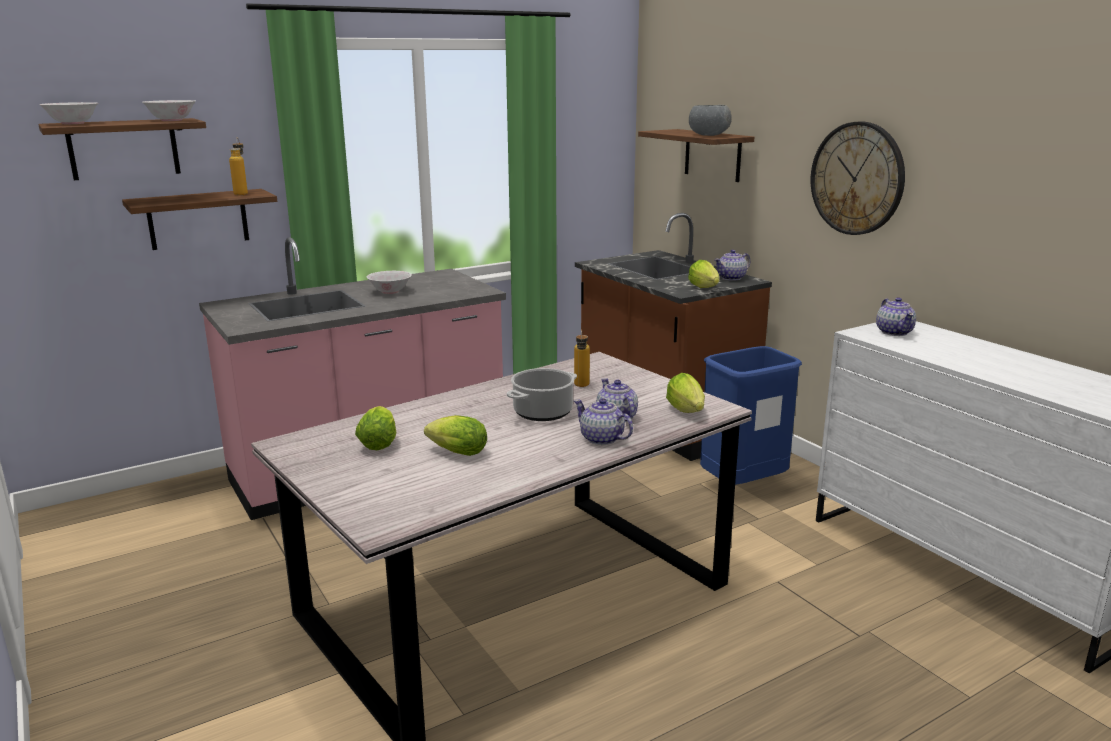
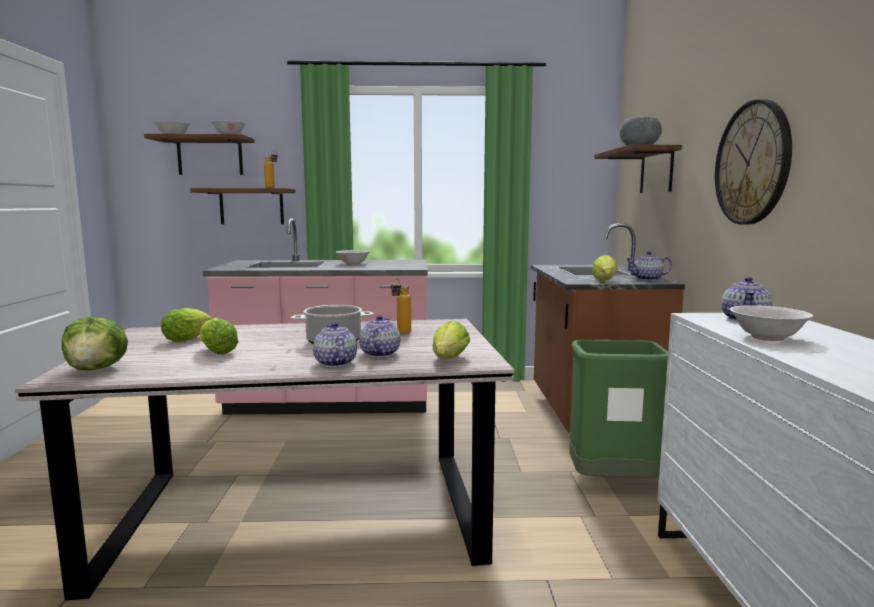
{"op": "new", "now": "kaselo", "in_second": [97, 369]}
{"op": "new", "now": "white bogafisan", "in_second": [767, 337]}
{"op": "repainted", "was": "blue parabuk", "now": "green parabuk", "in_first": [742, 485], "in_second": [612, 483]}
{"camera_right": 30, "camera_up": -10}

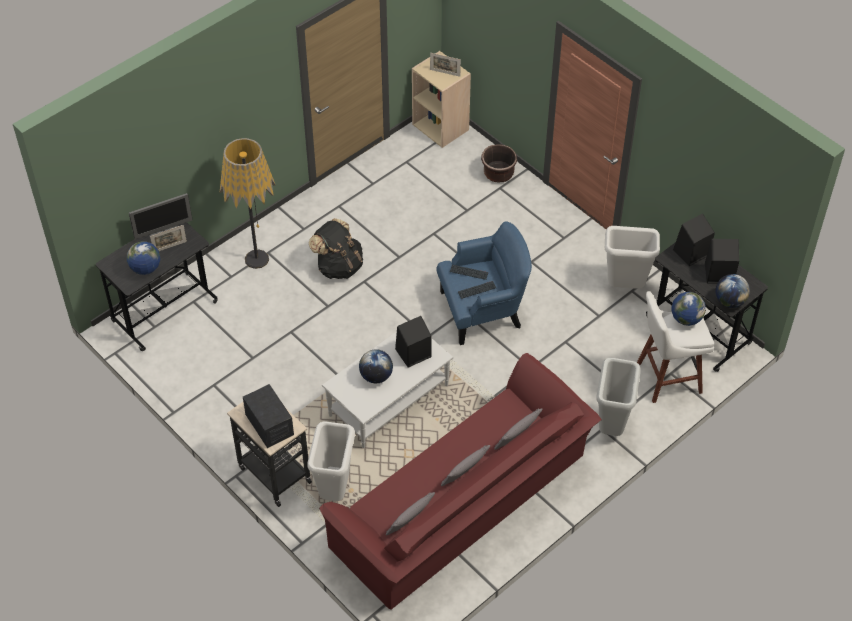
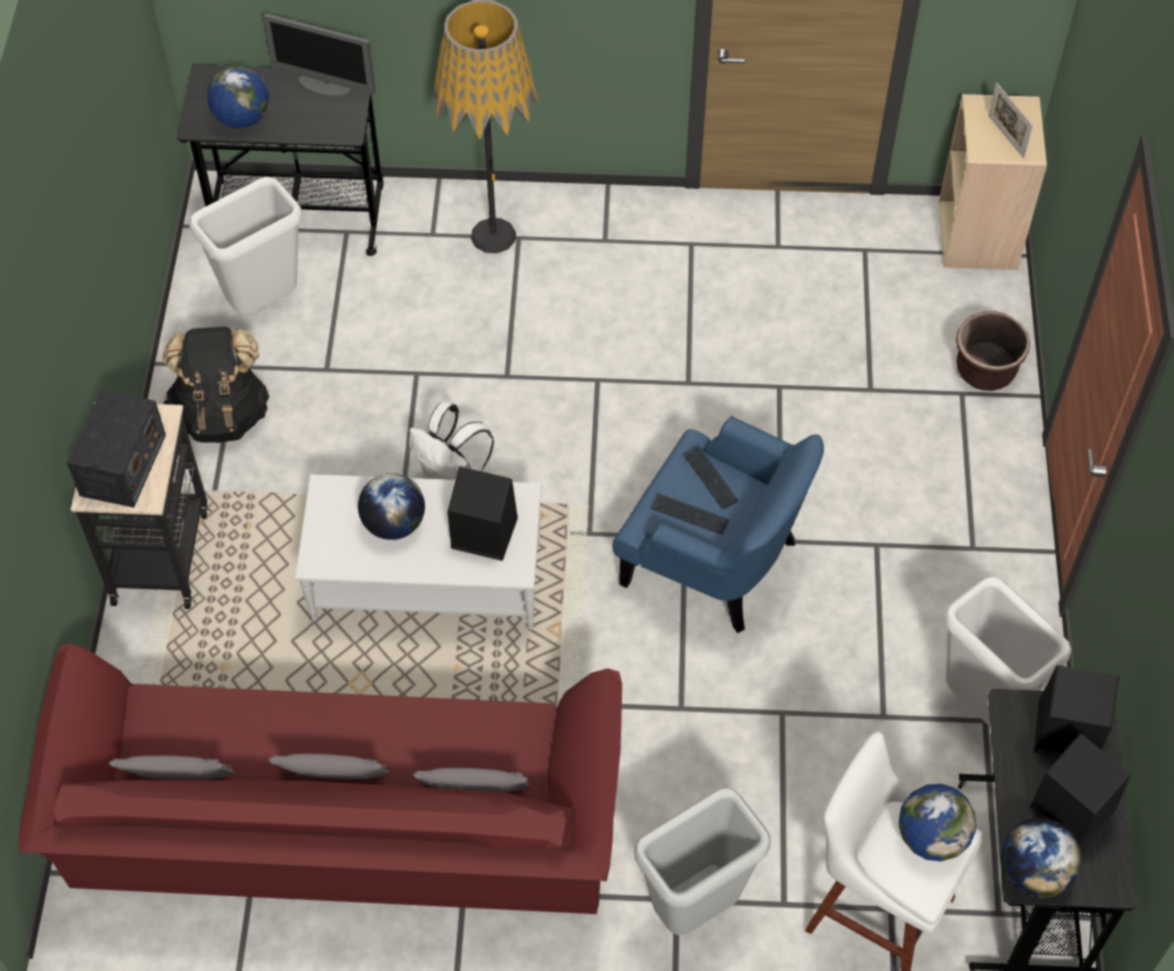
{"op": "gone", "was": "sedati", "in_first": [170, 247]}
{"op": "new", "now": "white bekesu", "in_second": [452, 478]}
{"op": "shifted", "was": "white parabuk", "in_first": [334, 490], "in_second": [264, 302]}
{"op": "shifted", "was": "black bekesu", "in_first": [339, 266], "in_second": [222, 414]}
{"camera_right": 45, "camera_up": 5}

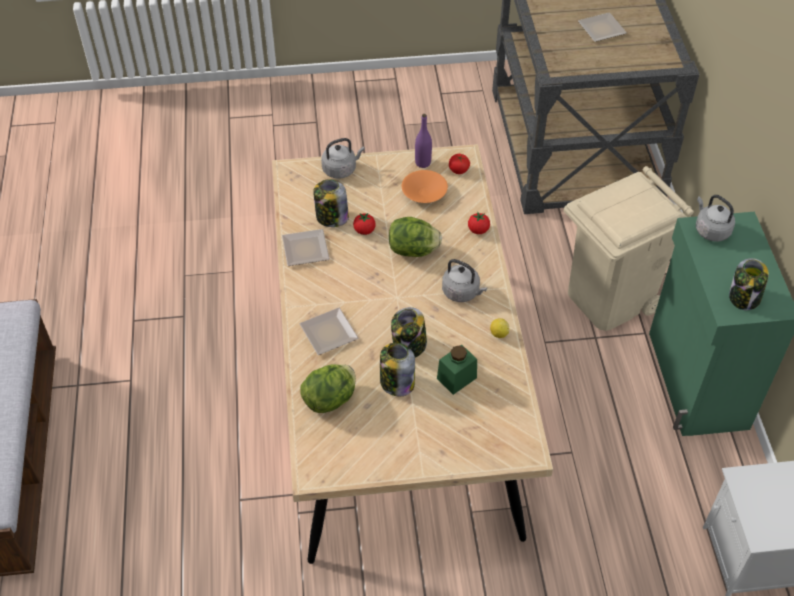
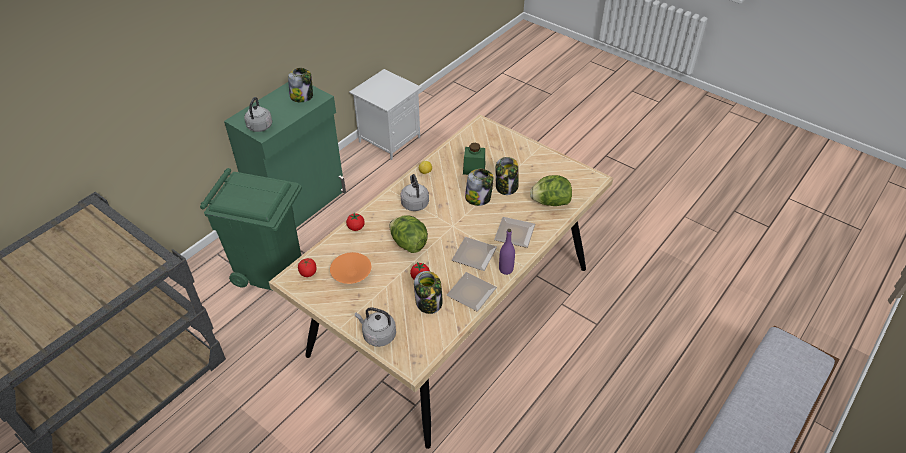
{"op": "shifted", "was": "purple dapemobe", "in_first": [423, 163], "in_second": [506, 269]}
{"op": "shifted", "was": "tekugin", "in_first": [601, 30], "in_second": [476, 255]}
{"op": "repainted", "was": "beige parabuk", "now": "green parabuk", "in_first": [609, 299], "in_second": [270, 268]}
{"camera_right": -135, "camera_up": -5}

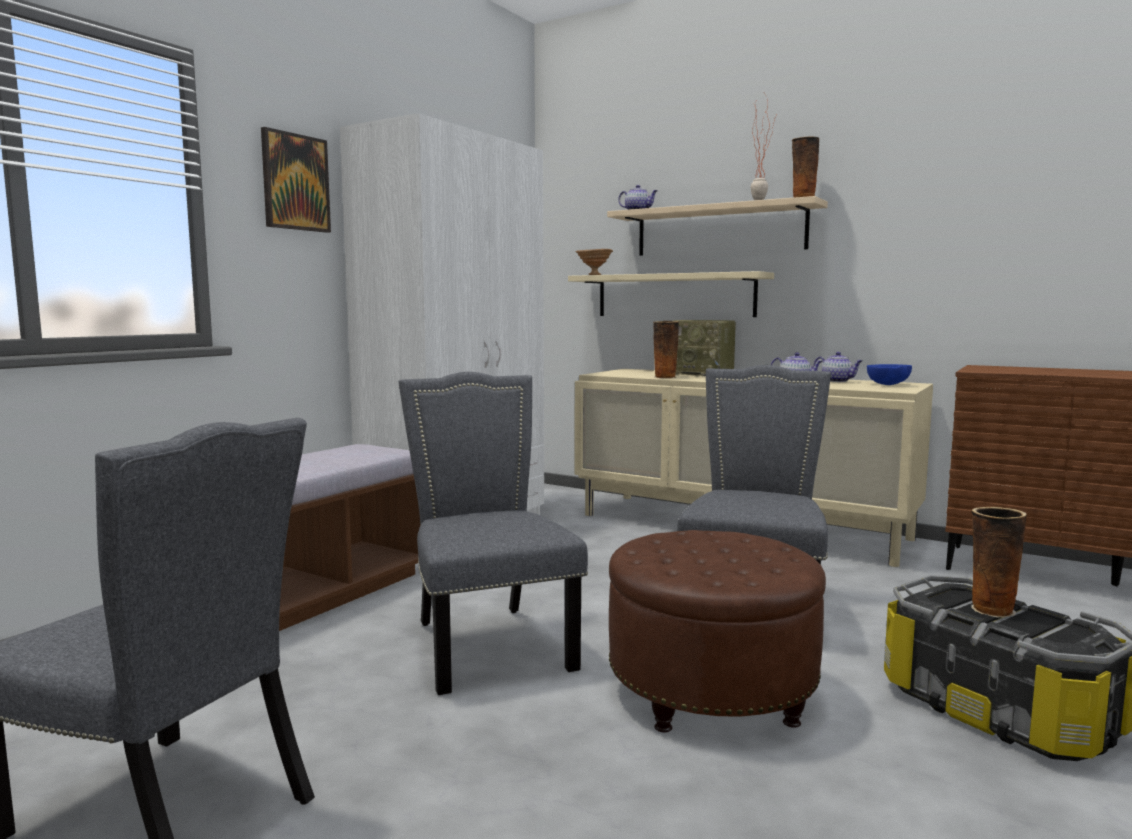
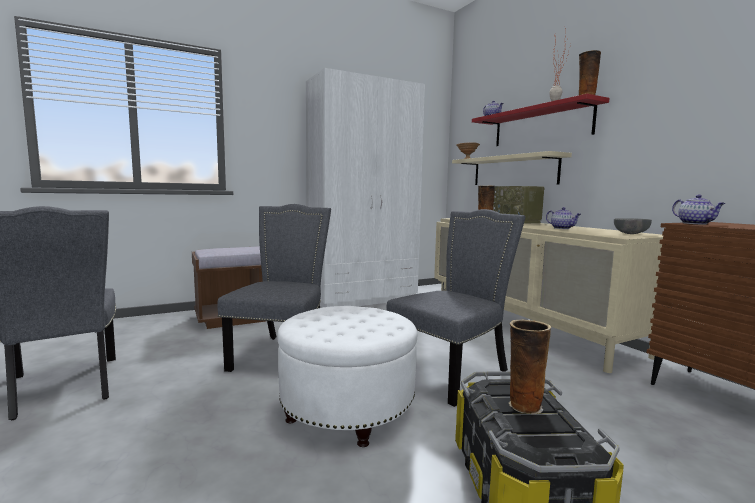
{"op": "gone", "was": "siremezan", "in_first": [295, 182]}
{"op": "shifted", "was": "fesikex", "in_first": [837, 381], "in_second": [696, 223]}
{"op": "repainted", "was": "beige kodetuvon", "now": "red kodetuvon", "in_first": [719, 230], "in_second": [540, 126]}
{"op": "repainted", "was": "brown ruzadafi", "now": "white ruzadafi", "in_first": [711, 692], "in_second": [347, 411]}
{"op": "repainted", "was": "blue bogafisan", "now": "grey bogafisan", "in_first": [888, 385], "in_second": [630, 234]}
{"camera_right": 30, "camera_up": 0}

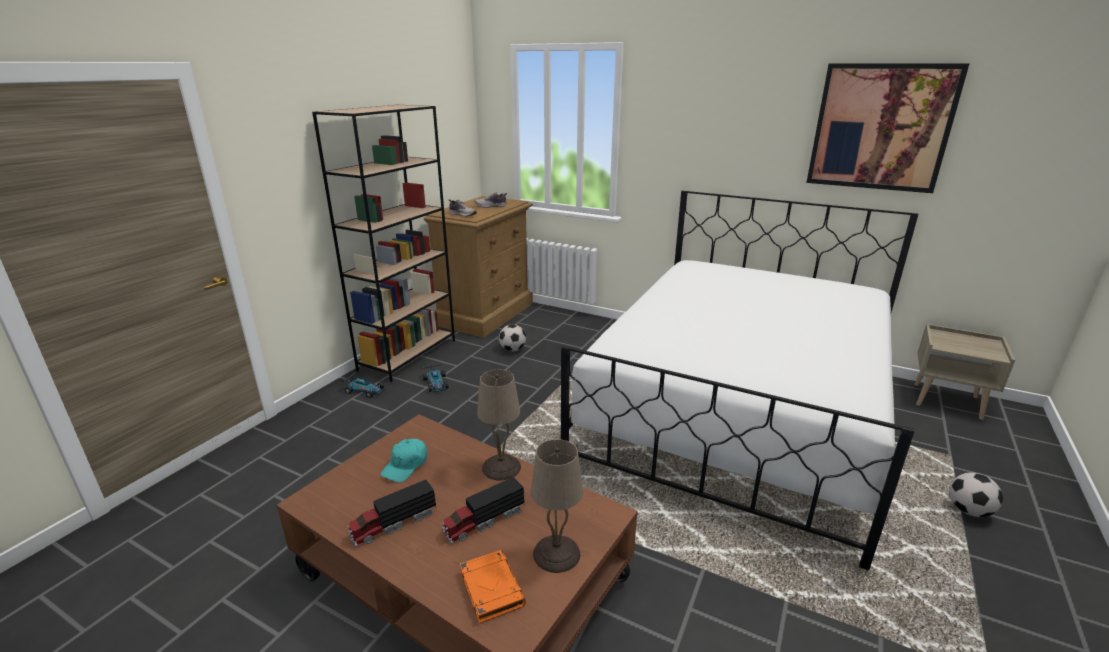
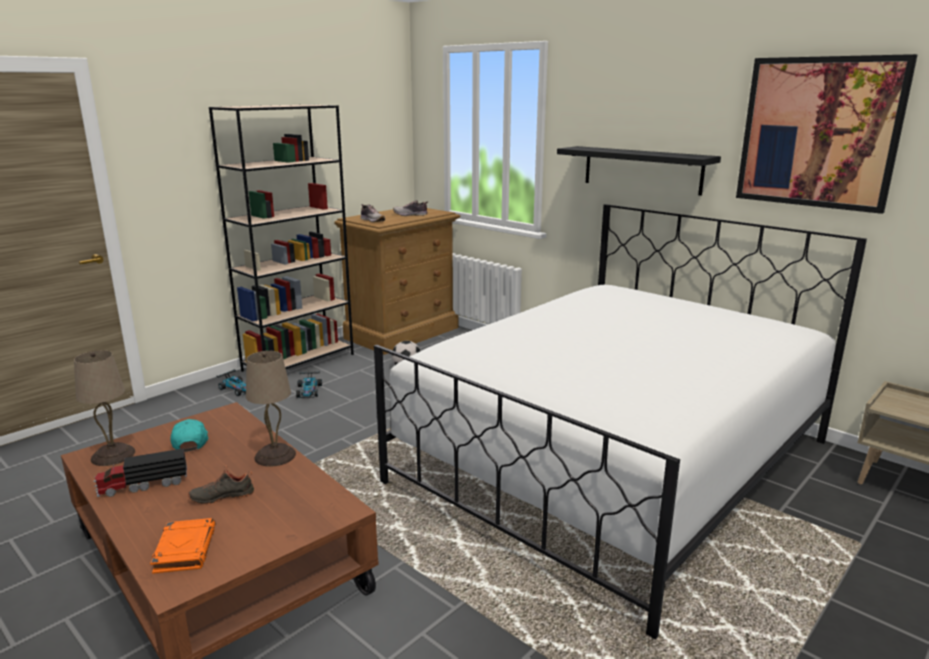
{"op": "gone", "was": "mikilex", "in_first": [969, 511]}
{"op": "new", "now": "black kodetuvon", "in_second": [642, 169]}
{"op": "shifted", "was": "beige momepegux", "in_first": [556, 554], "in_second": [112, 455]}
{"op": "swapped", "was": "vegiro", "now": "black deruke", "in_first": [483, 521], "in_second": [222, 496]}
{"op": "rotated", "was": "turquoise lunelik", "in_first": [406, 466], "in_second": [190, 441], "clockwise": 120}
{"camera_right": 15, "camera_up": -5}

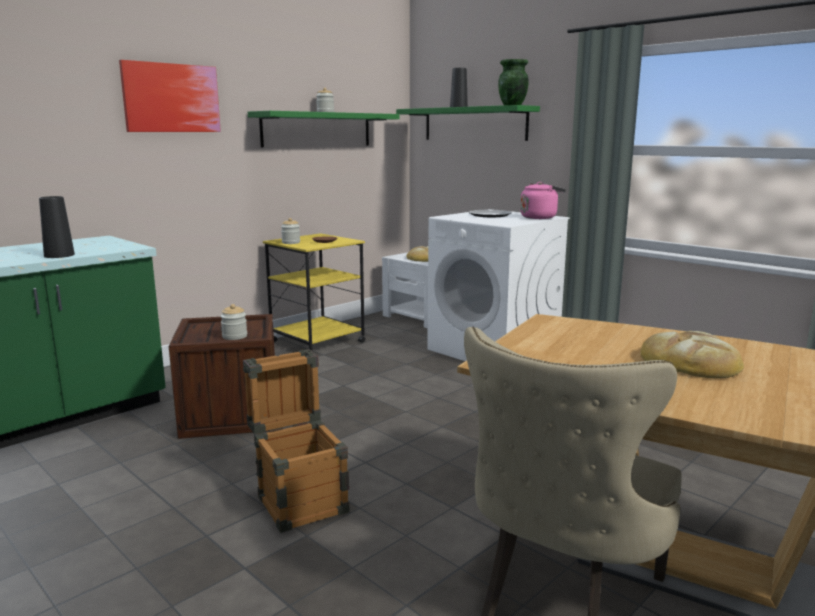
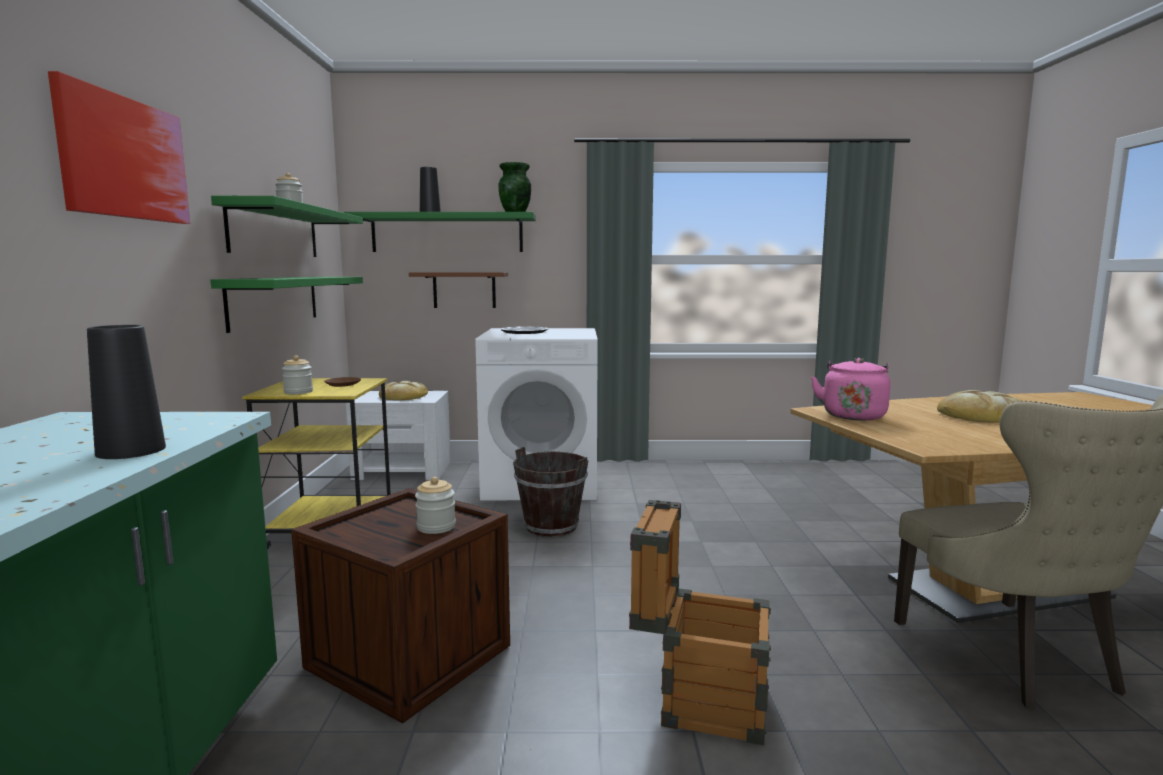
{"op": "new", "now": "green kodetuvon", "in_second": [275, 300]}
{"op": "new", "now": "brown kodetuvon", "in_second": [464, 290]}
{"op": "new", "now": "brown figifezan", "in_second": [551, 526]}
{"op": "shifted", "was": "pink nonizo", "in_first": [540, 217], "in_second": [853, 415]}
{"camera_right": -45, "camera_up": -5}

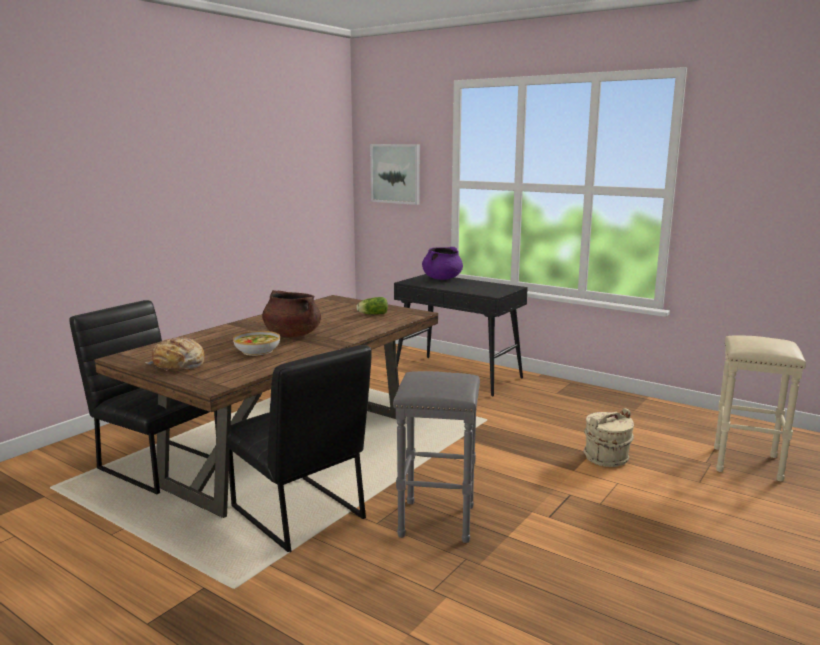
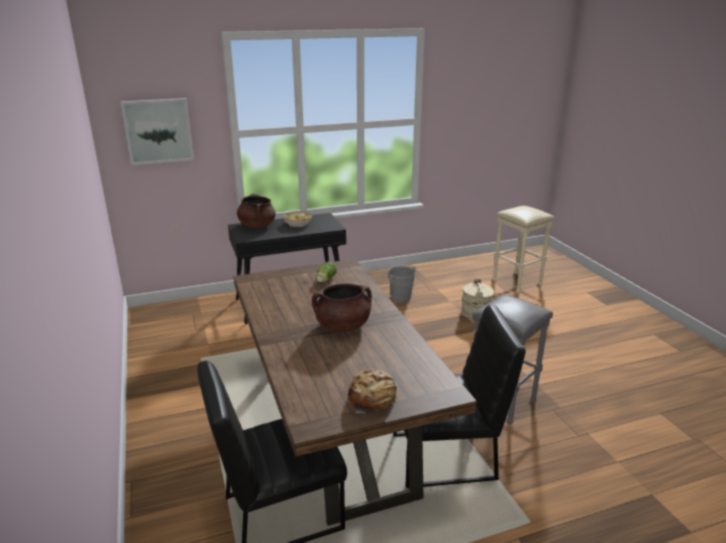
{"op": "new", "now": "grey figifezan", "in_second": [402, 299]}
{"op": "shifted", "was": "bogafisan", "in_first": [257, 351], "in_second": [297, 224]}
{"op": "repainted", "was": "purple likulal", "now": "brown likulal", "in_first": [442, 278], "in_second": [257, 225]}
{"camera_right": -55, "camera_up": 10}

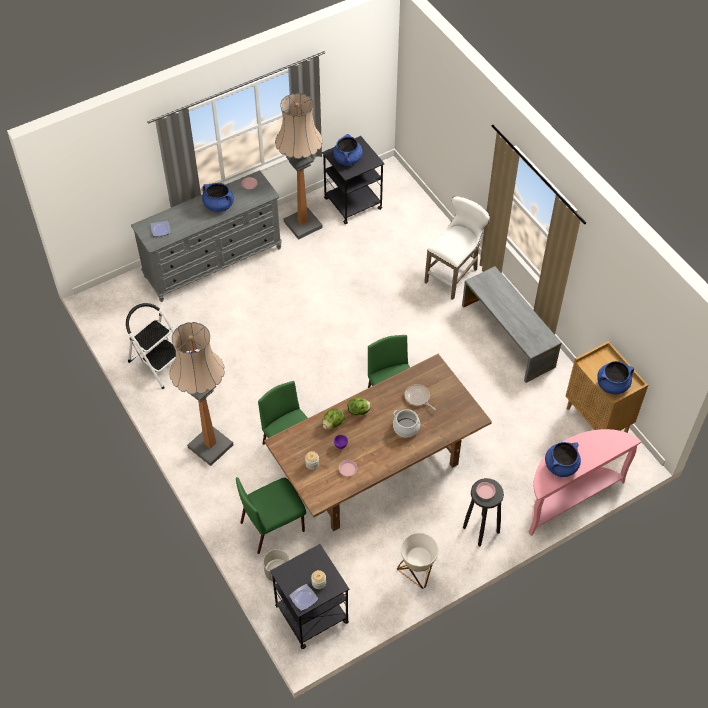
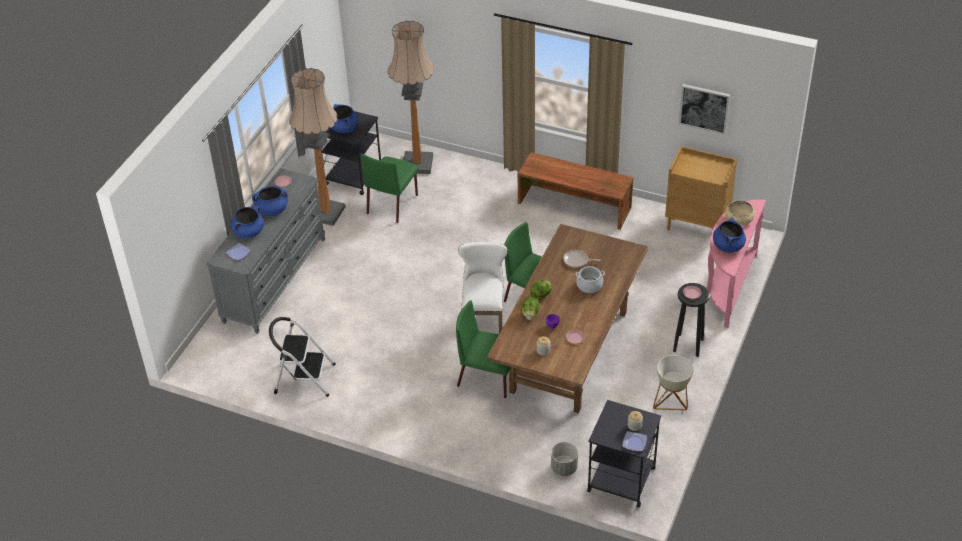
{"op": "new", "now": "siremezan", "in_second": [704, 108]}
{"op": "new", "now": "beige bogafisan", "in_second": [739, 219]}
{"op": "shifted", "was": "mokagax", "in_first": [210, 446], "in_second": [417, 164]}
{"op": "shifted", "was": "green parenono", "in_first": [273, 526], "in_second": [392, 203]}
{"op": "shifted", "was": "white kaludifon", "in_first": [454, 275], "in_second": [484, 328]}
{"op": "shifted", "was": "blue likulal", "in_first": [612, 385], "in_second": [249, 232]}
{"op": "repainted", "was": "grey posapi", "now": "brown posapi", "in_first": [509, 336], "in_second": [575, 205]}
{"camera_right": -35, "camera_up": -10}

